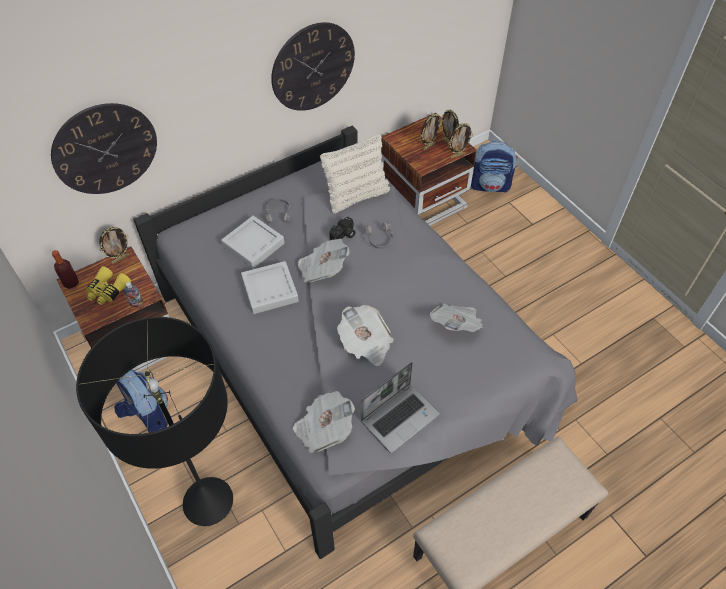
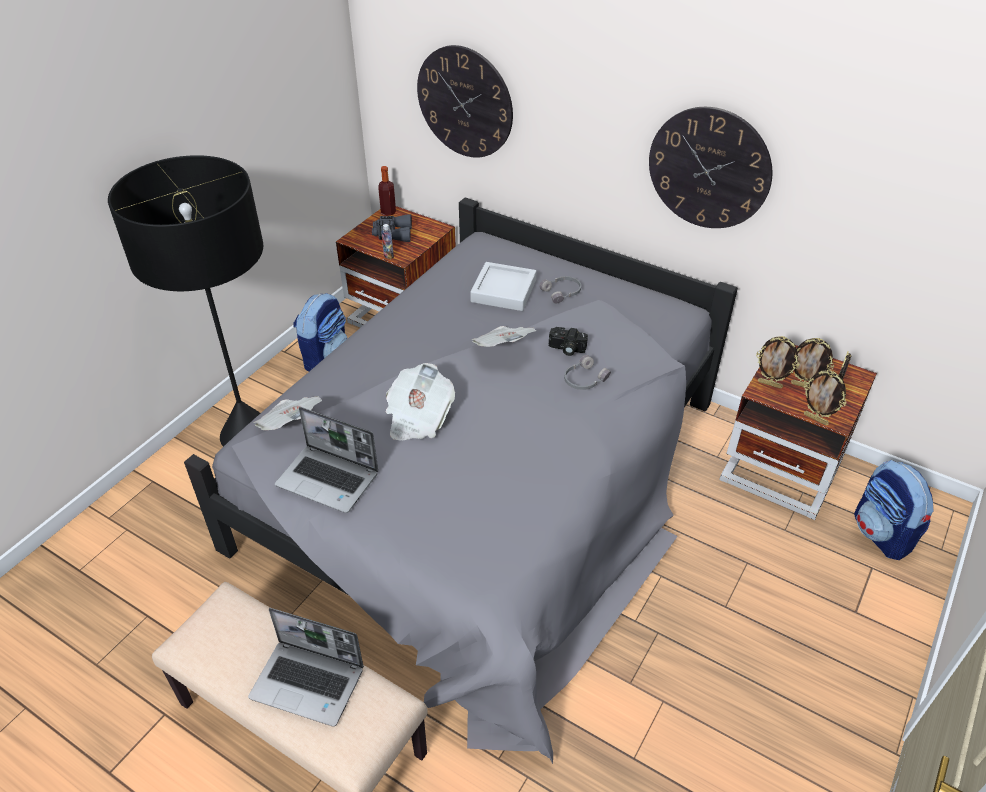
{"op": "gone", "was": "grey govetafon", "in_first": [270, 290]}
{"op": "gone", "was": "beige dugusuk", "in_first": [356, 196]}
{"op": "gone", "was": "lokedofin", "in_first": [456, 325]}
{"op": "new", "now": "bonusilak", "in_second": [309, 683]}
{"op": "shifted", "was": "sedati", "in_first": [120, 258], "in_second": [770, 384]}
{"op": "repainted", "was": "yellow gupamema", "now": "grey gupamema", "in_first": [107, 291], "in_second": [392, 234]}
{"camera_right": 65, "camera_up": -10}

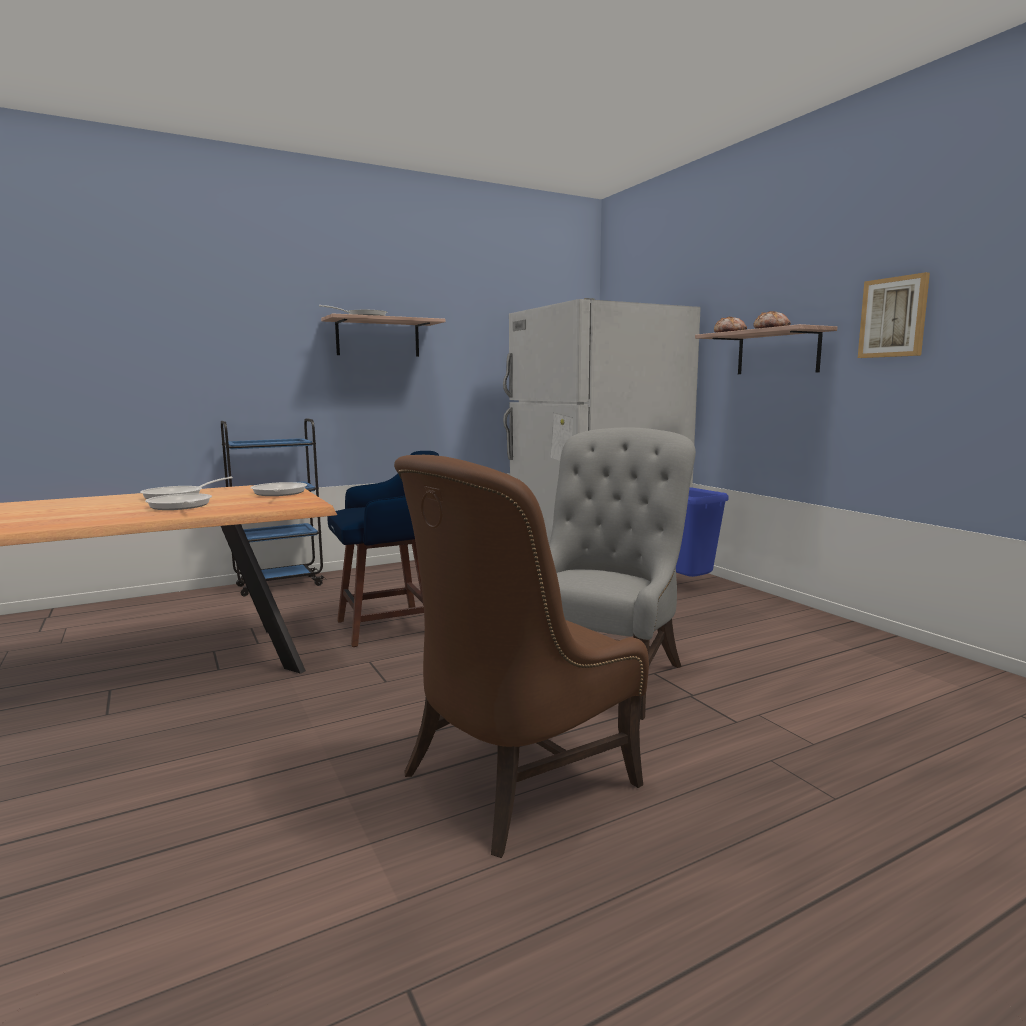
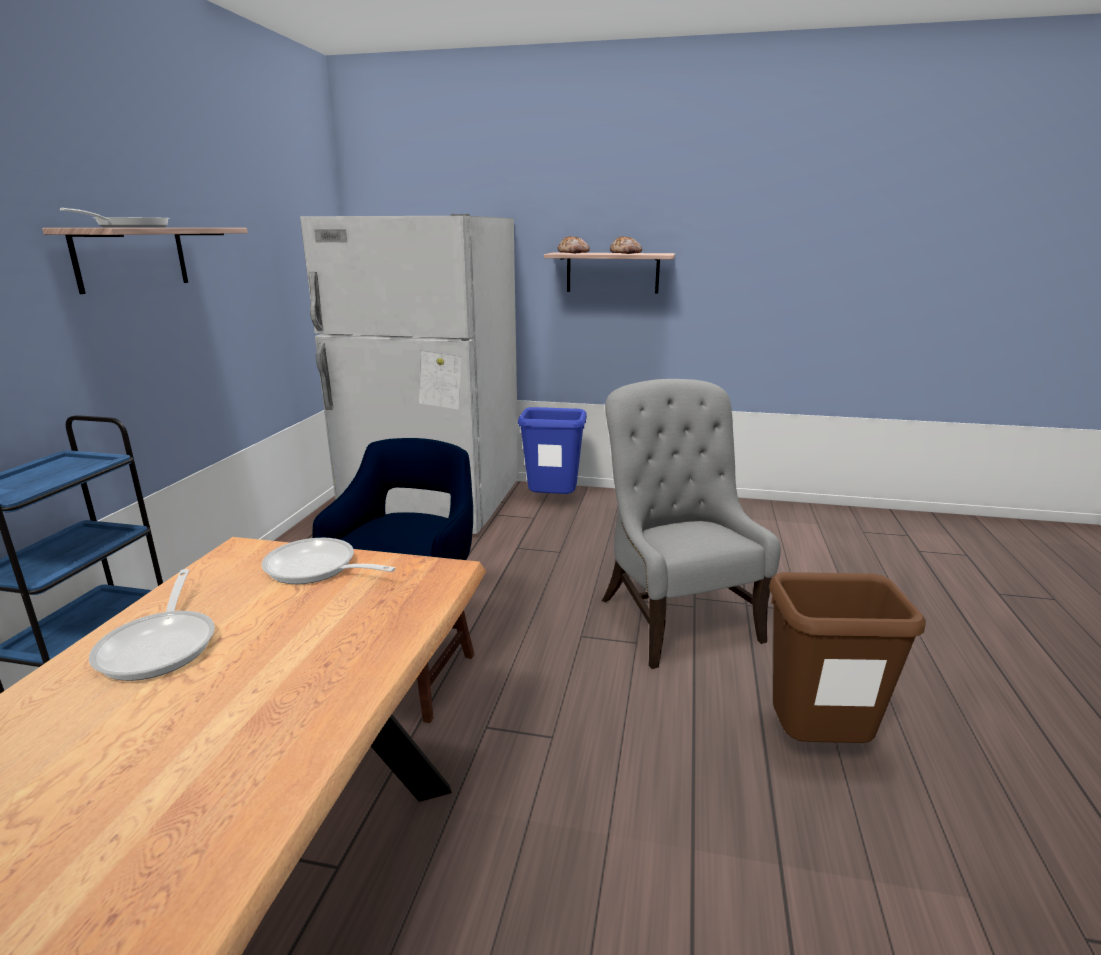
{"op": "gone", "was": "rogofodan", "in_first": [180, 506]}
{"op": "gone", "was": "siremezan", "in_first": [893, 317]}
{"op": "swapped", "was": "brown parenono", "now": "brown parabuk", "in_first": [515, 779], "in_second": [816, 746]}
{"camera_right": -50, "camera_up": 10}

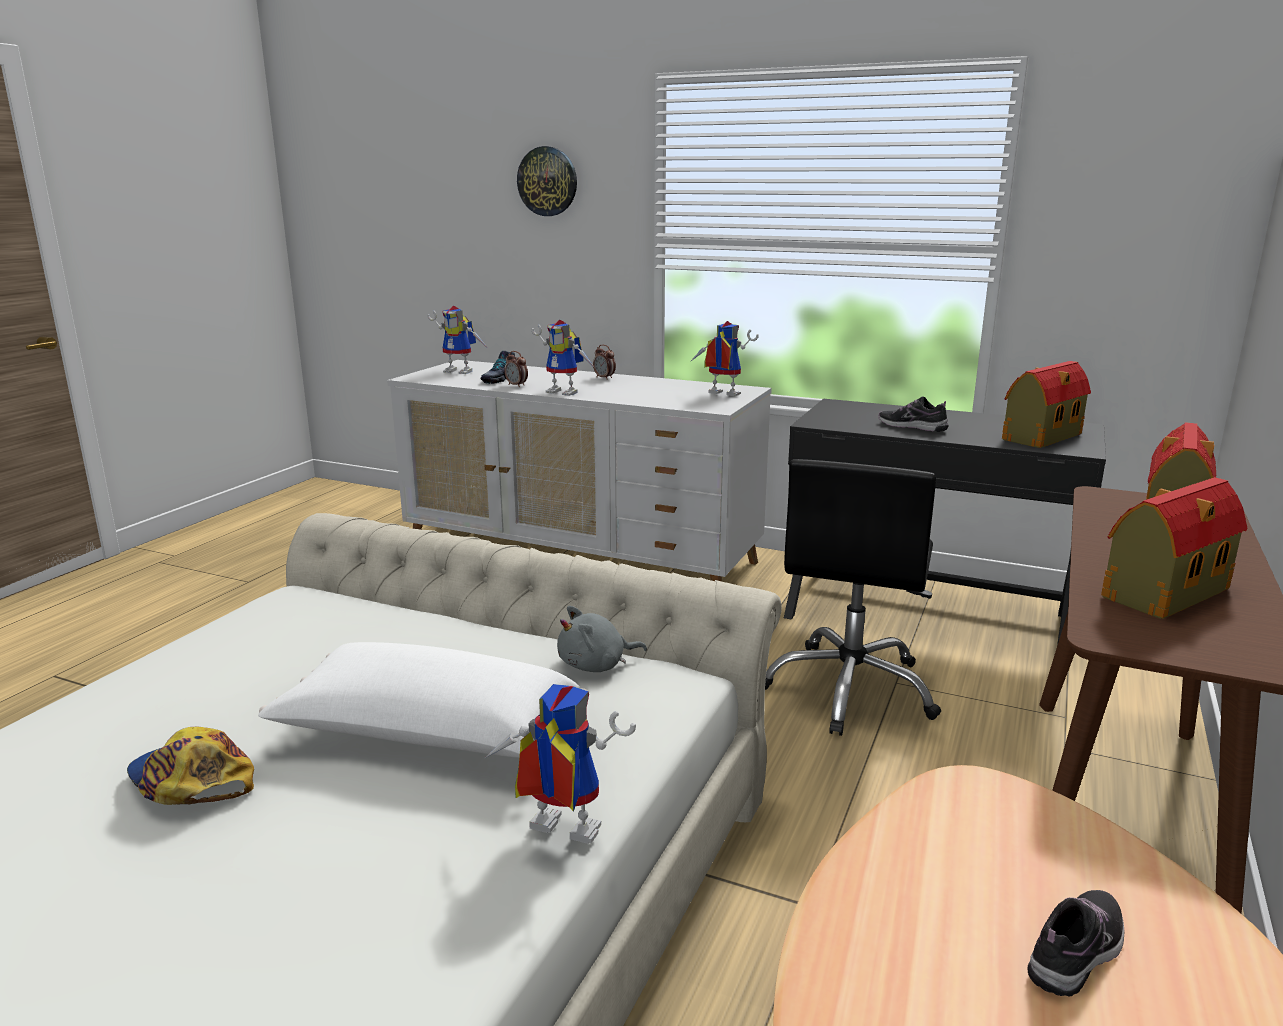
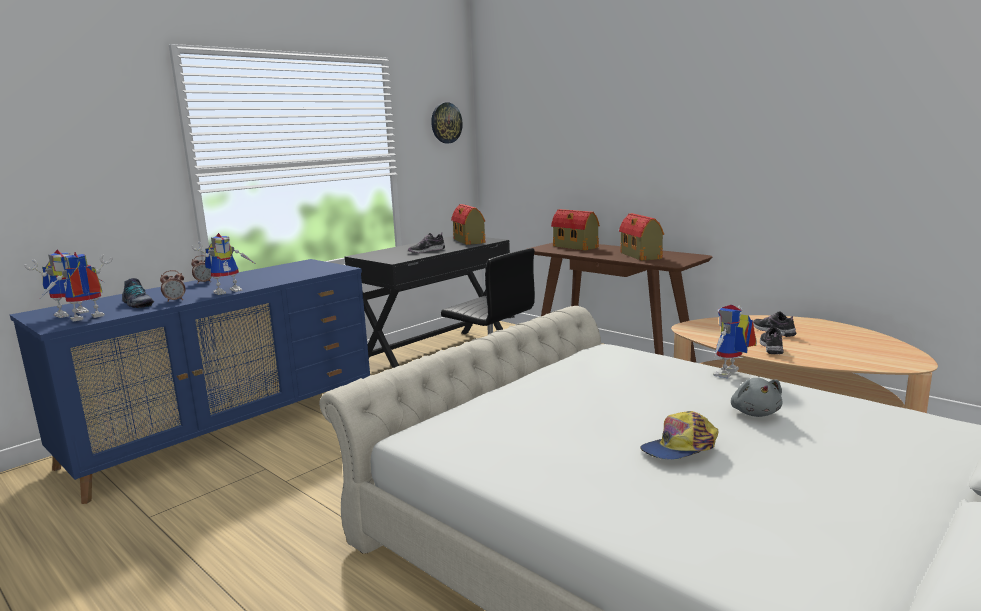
{"op": "gone", "was": "white dugusuk", "in_first": [427, 736]}
{"op": "new", "now": "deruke", "in_second": [771, 348]}
{"op": "shifted", "was": "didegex", "in_first": [547, 181], "in_second": [446, 123]}
{"op": "shifted", "was": "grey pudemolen", "in_first": [596, 665], "in_second": [755, 413]}
{"op": "shifted", "was": "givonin", "in_first": [720, 394], "in_second": [85, 319]}
{"op": "repainted", "was": "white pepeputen", "now": "blue pepeputen", "in_first": [579, 554], "in_second": [226, 429]}
{"camera_right": -70, "camera_up": -5}

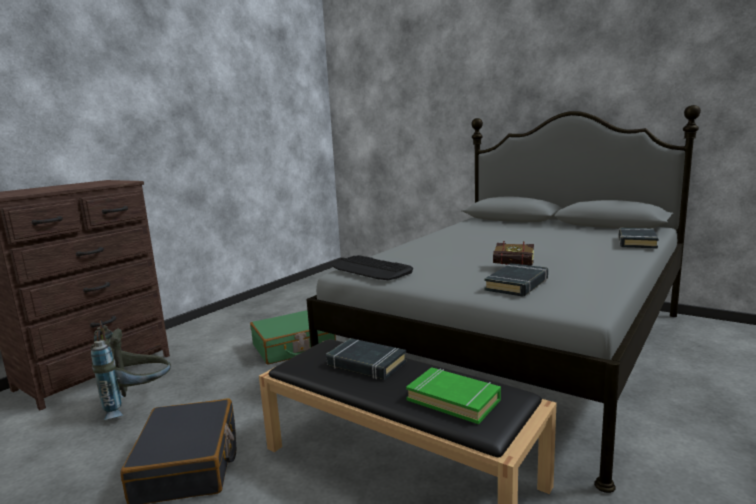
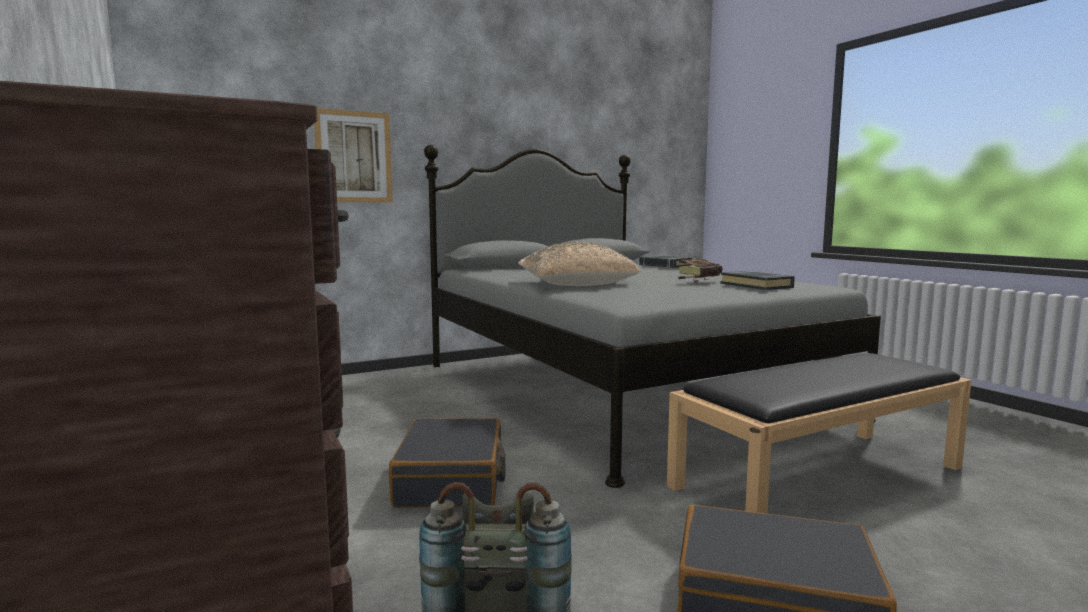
{"op": "gone", "was": "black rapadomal", "in_first": [366, 364]}
{"op": "gone", "was": "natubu", "in_first": [371, 269]}
{"op": "gone", "was": "green rapadomal", "in_first": [453, 400]}
{"op": "new", "now": "siremezan", "in_second": [354, 157]}
{"op": "new", "now": "beige dugusuk", "in_second": [577, 283]}
{"op": "repainted", "was": "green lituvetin", "now": "black lituvetin", "in_first": [294, 347], "in_second": [452, 481]}
{"camera_right": -65, "camera_up": -5}

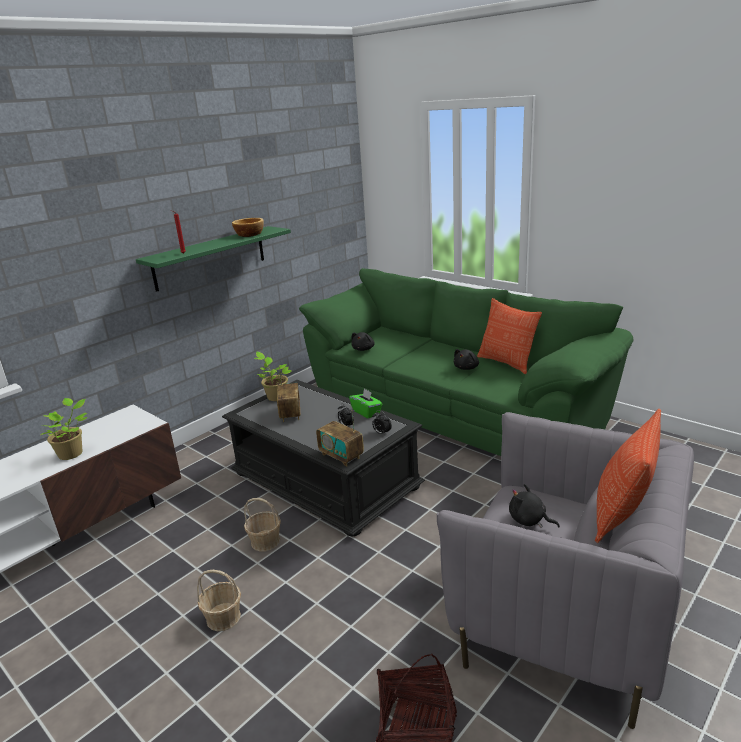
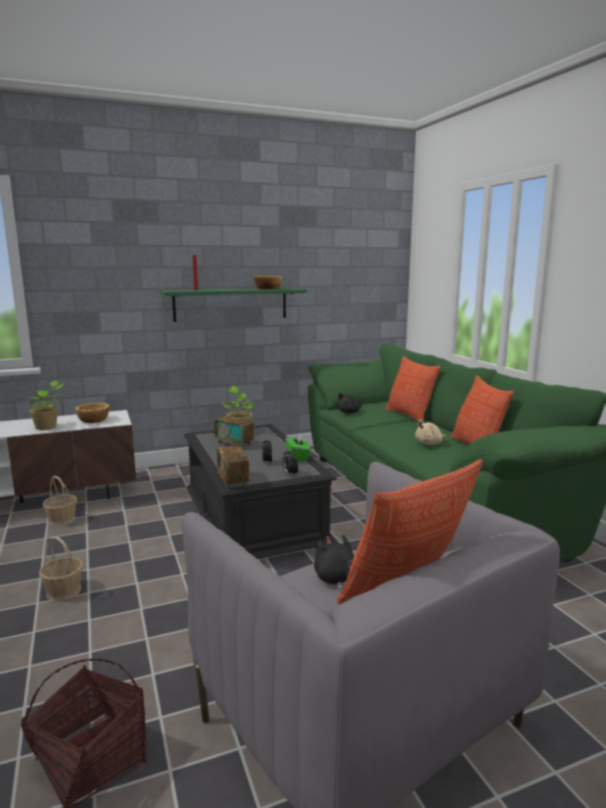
{"op": "new", "now": "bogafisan", "in_second": [94, 420]}
{"op": "new", "now": "orange dugusuk", "in_second": [409, 416]}
{"op": "shifted", "was": "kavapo", "in_first": [265, 541], "in_second": [62, 520]}
{"op": "repainted", "was": "black pudemolen", "now": "beige pudemolen", "in_first": [467, 368], "in_second": [430, 443]}
{"op": "rotated", "was": "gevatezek", "in_first": [290, 413], "in_second": [234, 443], "clockwise": 105}
{"camera_right": 25, "camera_up": -10}

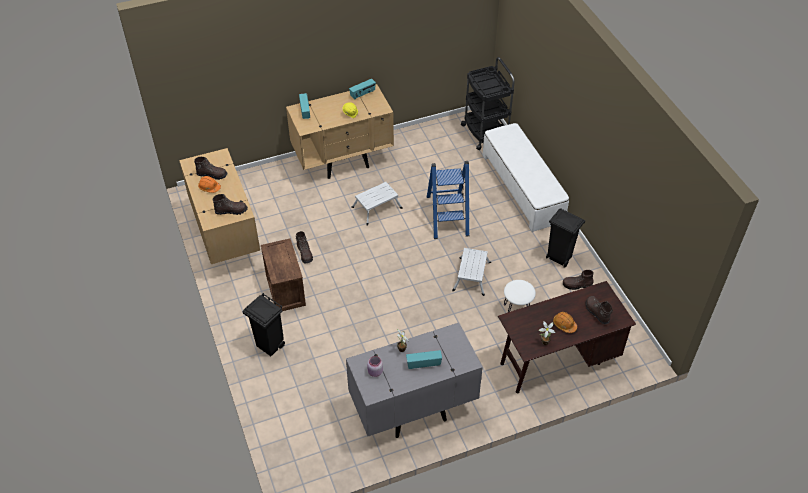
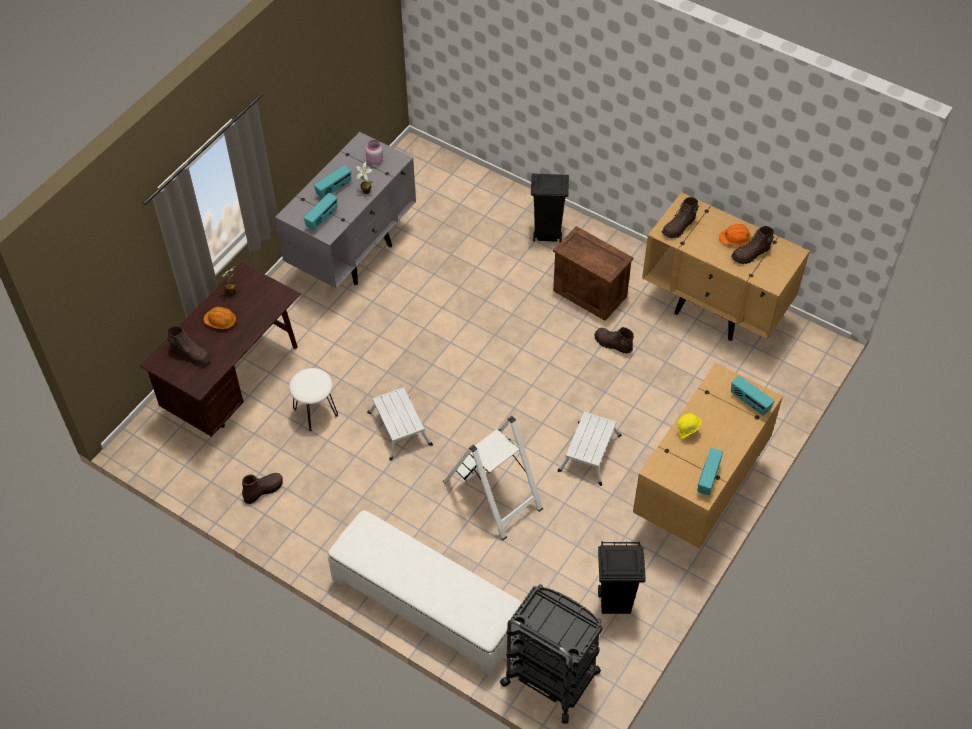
{"op": "new", "now": "gevatezek", "in_second": [322, 219]}
{"op": "shifted", "was": "black parabuk", "in_first": [559, 258], "in_second": [616, 602]}
{"op": "repainted", "was": "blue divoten", "now": "white divoten", "in_first": [447, 215], "in_second": [493, 495]}
{"camera_right": 145, "camera_up": 5}

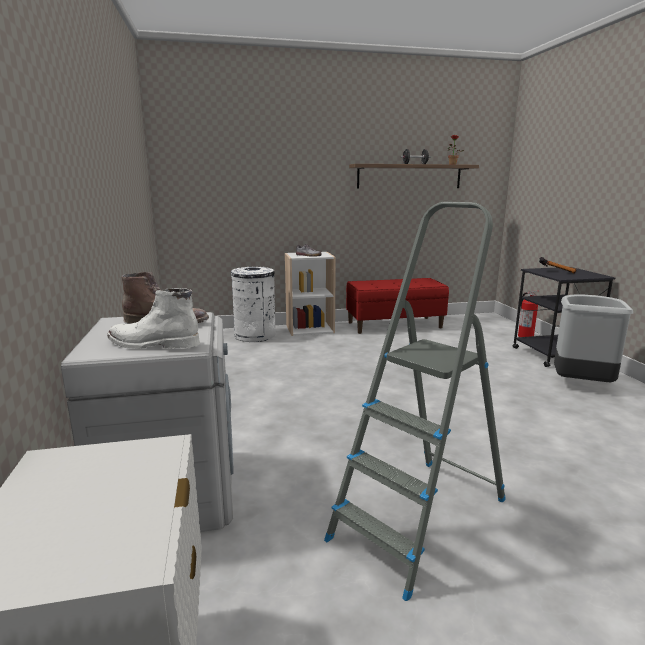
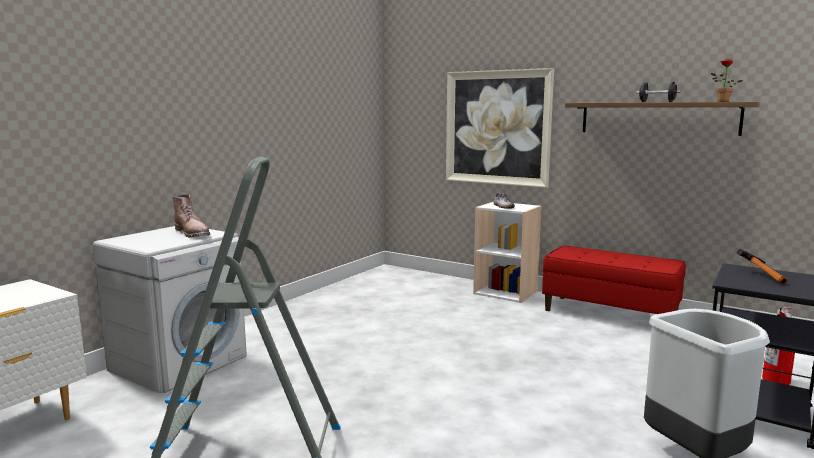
{"op": "gone", "was": "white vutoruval", "in_first": [152, 344]}
{"op": "gone", "was": "white parabuk", "in_first": [255, 335]}
{"op": "new", "now": "siremezan", "in_second": [497, 127]}
{"camera_right": 45, "camera_up": -5}

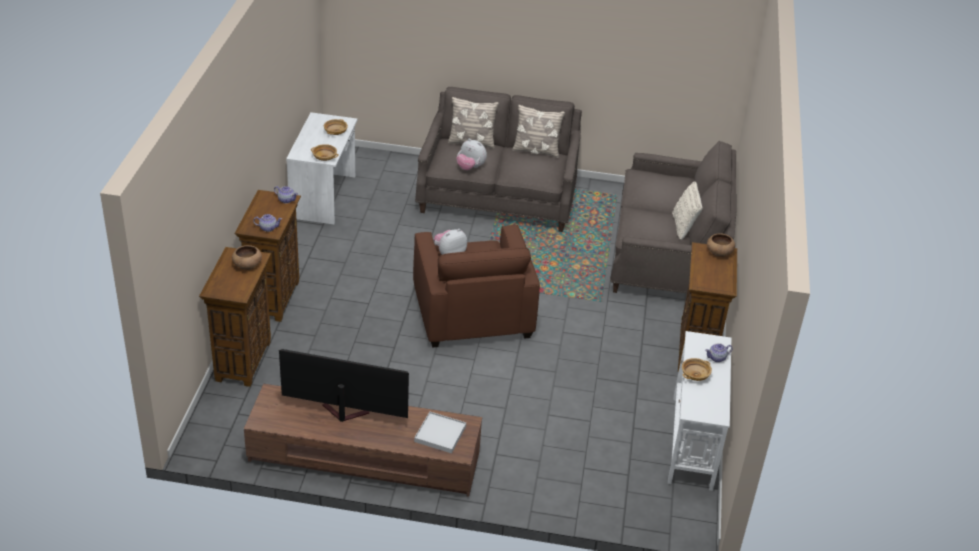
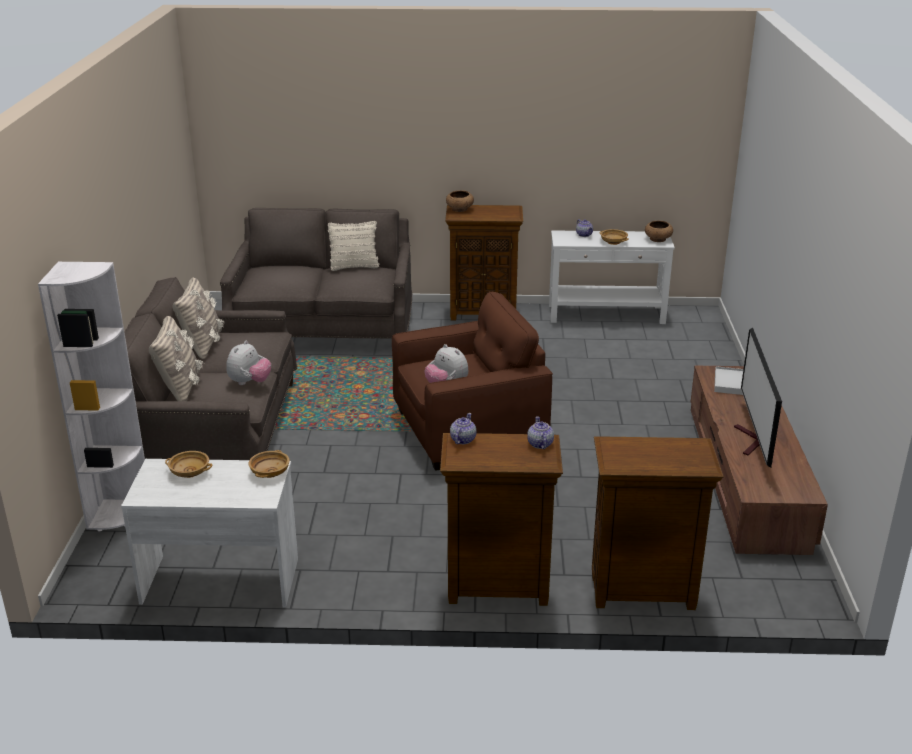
{"op": "new", "now": "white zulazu", "in_second": [119, 519]}
{"op": "shifted", "was": "brown bogafisan", "in_first": [247, 265], "in_second": [658, 239]}
{"camera_right": -95, "camera_up": -10}

